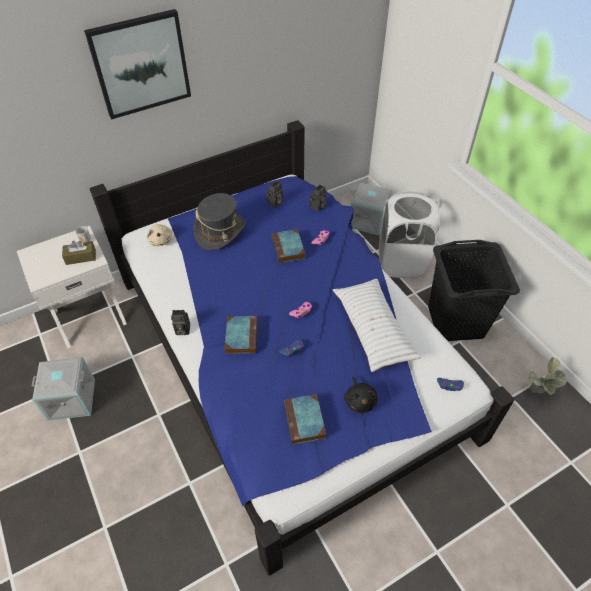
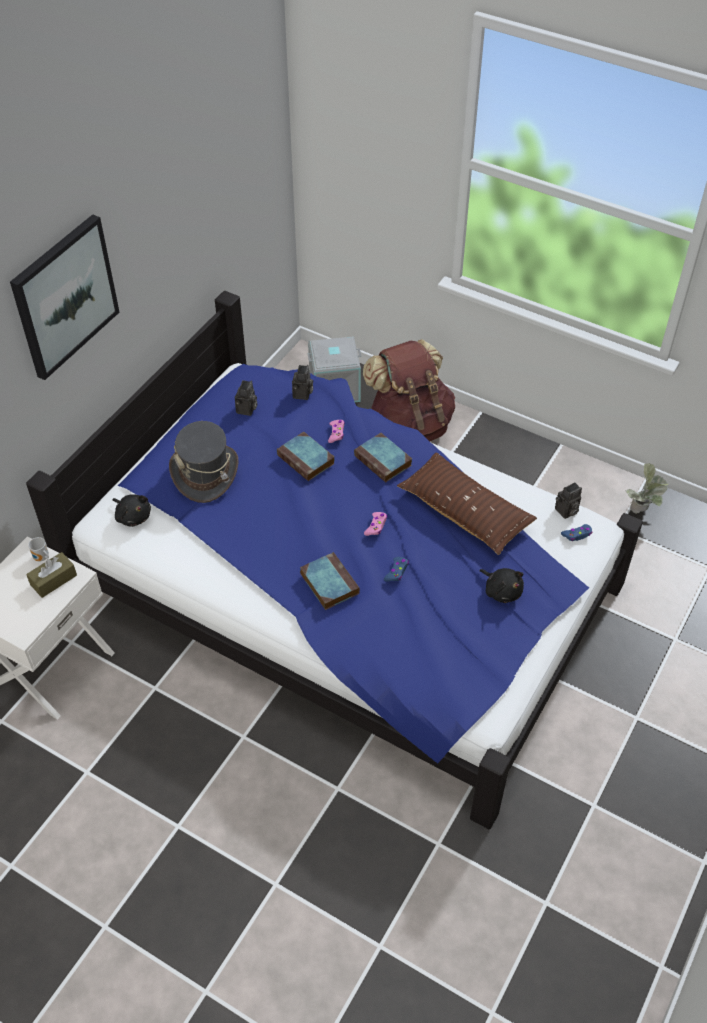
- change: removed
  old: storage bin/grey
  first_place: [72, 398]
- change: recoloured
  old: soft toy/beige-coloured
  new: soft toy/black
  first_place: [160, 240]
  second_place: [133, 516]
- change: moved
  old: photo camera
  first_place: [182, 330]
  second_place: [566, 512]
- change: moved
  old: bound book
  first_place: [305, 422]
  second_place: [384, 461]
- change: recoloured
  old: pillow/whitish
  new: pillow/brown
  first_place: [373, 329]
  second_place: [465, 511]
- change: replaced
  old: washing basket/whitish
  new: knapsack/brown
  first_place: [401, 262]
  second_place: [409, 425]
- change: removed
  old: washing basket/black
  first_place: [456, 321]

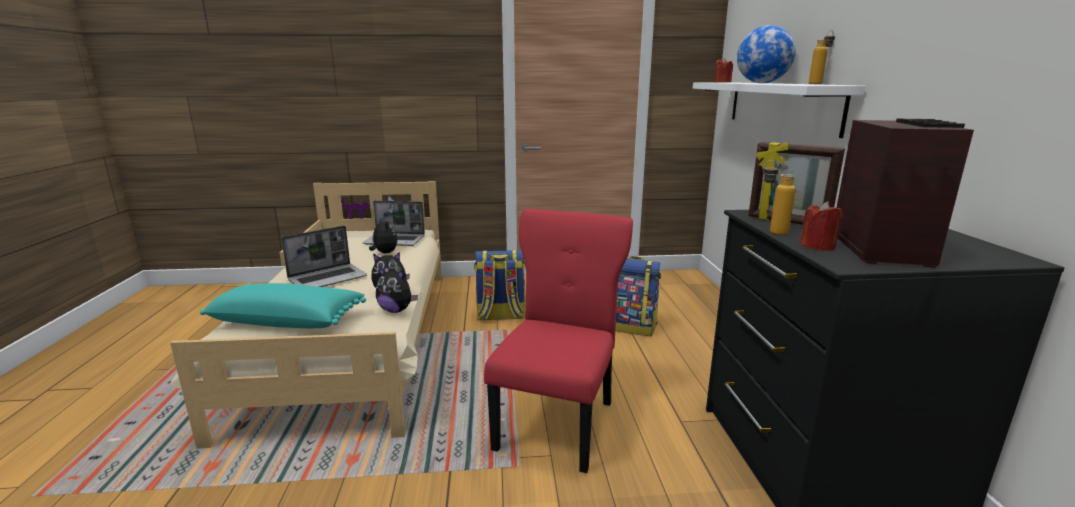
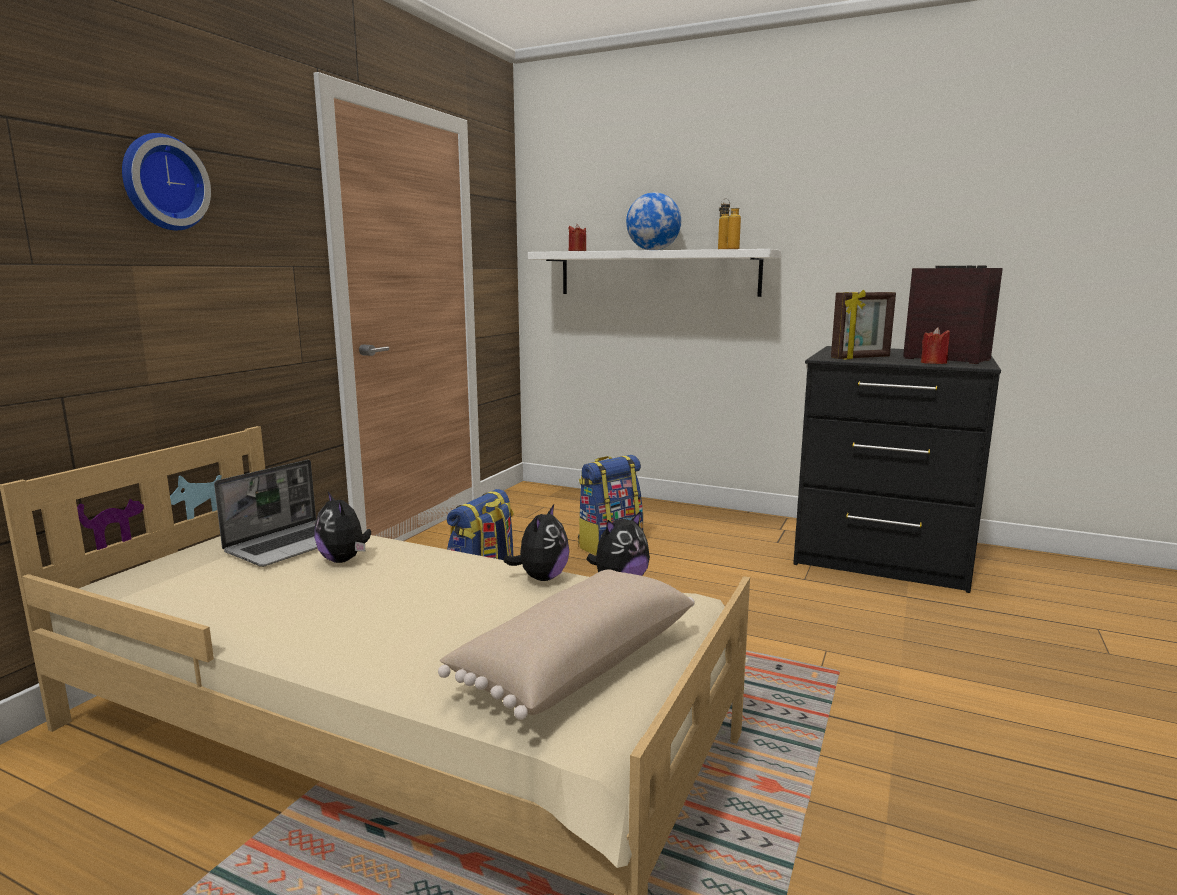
- change: recoloured
  old: pillow/turquoise
  new: pillow/beige-coloured
  first_place: [289, 321]
  second_place: [575, 662]
- change: removed
  old: portable computer
  first_place: [328, 278]
- change: turned
  old: soft toy
  first_place: [384, 253]
  second_place: [344, 560]
  degrees: -120
- change: removed
  old: plain chair/red
  first_place: [558, 422]
- change: moved
  old: drink bottle
  first_place: [771, 231]
  second_place: [728, 249]
- change: added
  new: wall clock
  second_place: [162, 183]

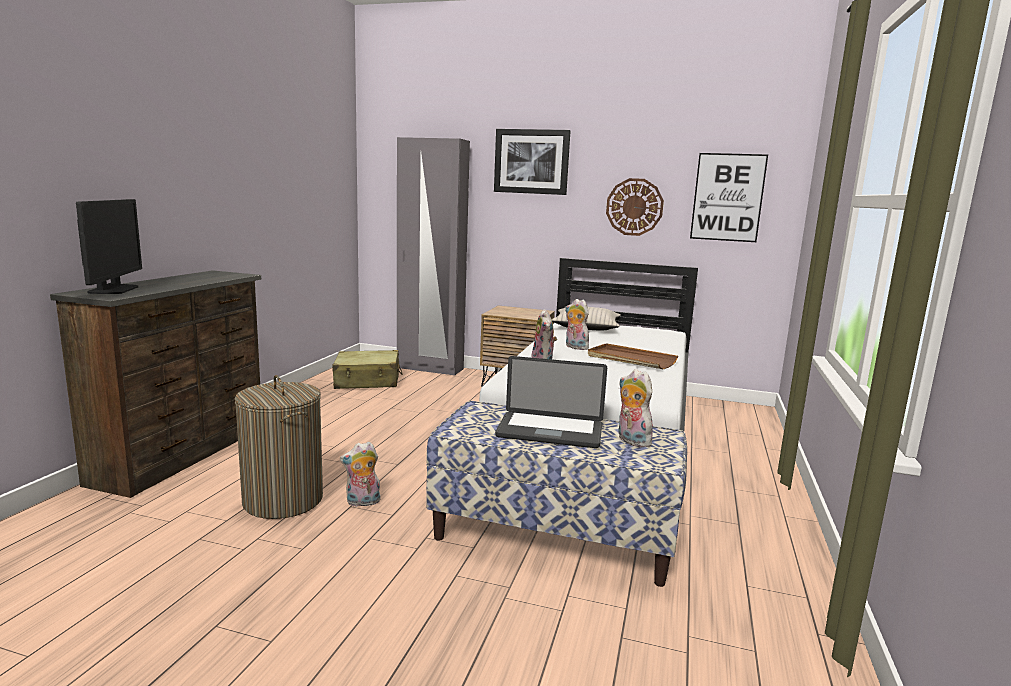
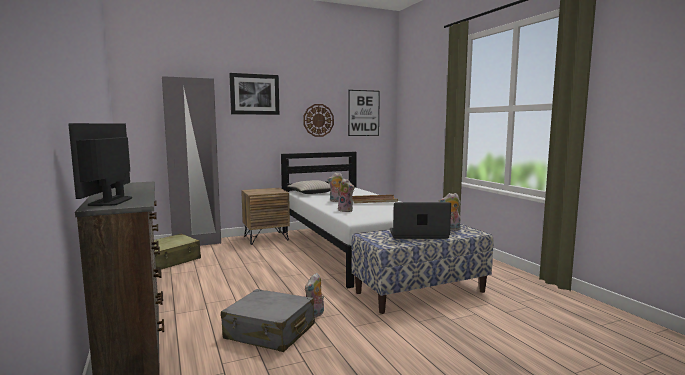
- change: turned
  old: monitor
  first_place: [113, 290]
  second_place: [111, 201]
  degrees: -135
- change: replaced
  old: washing basket
  new: travel case/grey
  first_place: [283, 500]
  second_place: [270, 332]
- change: turned
  old: portable computer
  first_place: [550, 431]
  second_place: [418, 234]
  degrees: -150

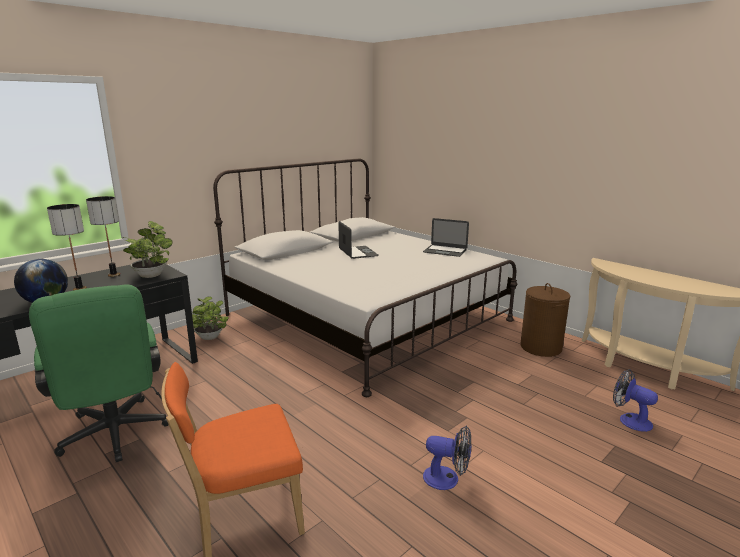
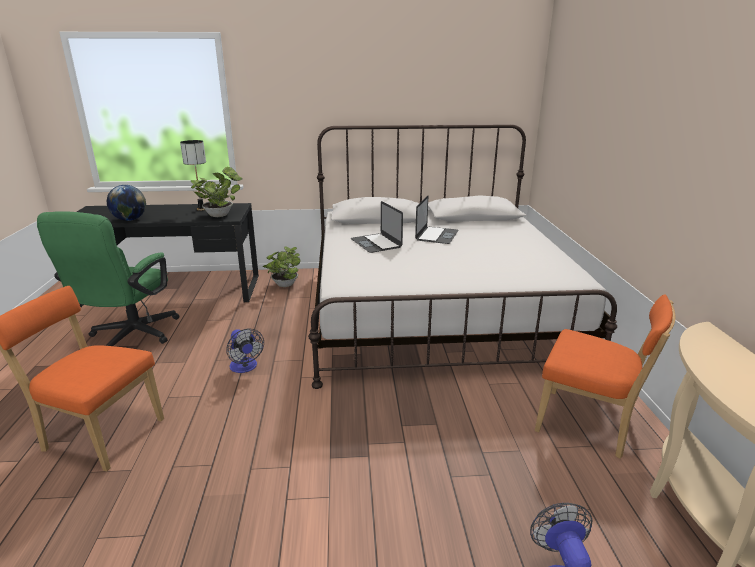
- change: removed
  old: table lamp
  first_place: [79, 289]
- change: moved
  old: portable computer
  first_place: [445, 251]
  second_place: [376, 243]
- change: moved
  old: fan
  first_place: [447, 479]
  second_place: [245, 367]
- change: replaced
  old: washing basket/brown
  new: plain chair/orange-coloured
  first_place: [541, 347]
  second_place: [588, 425]

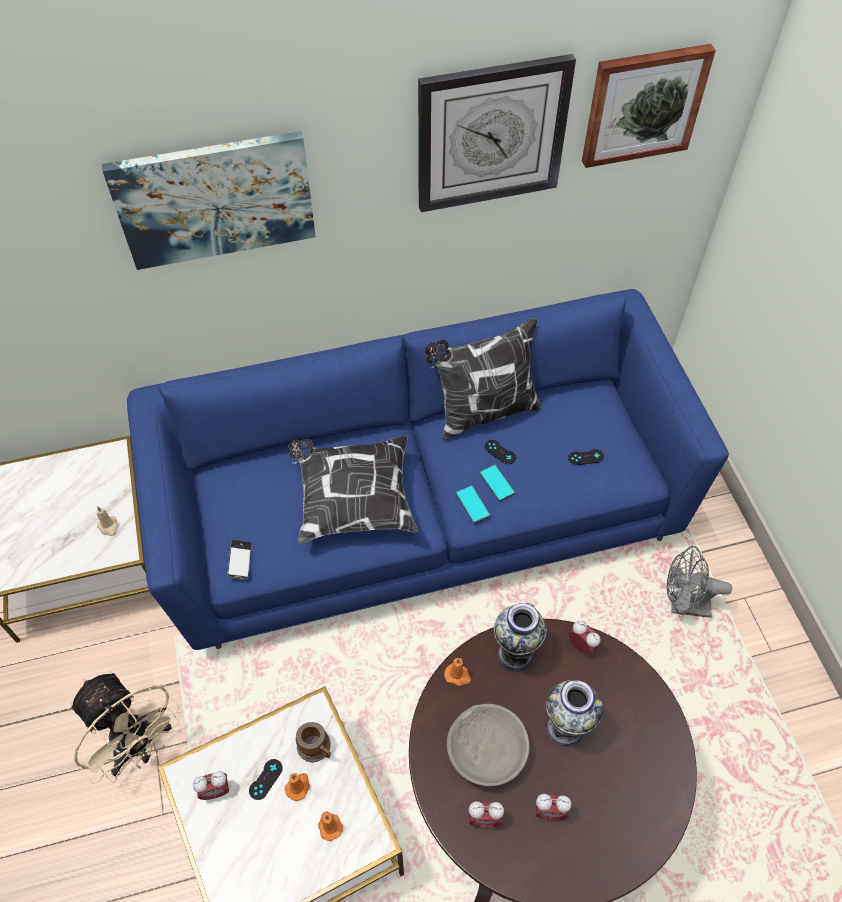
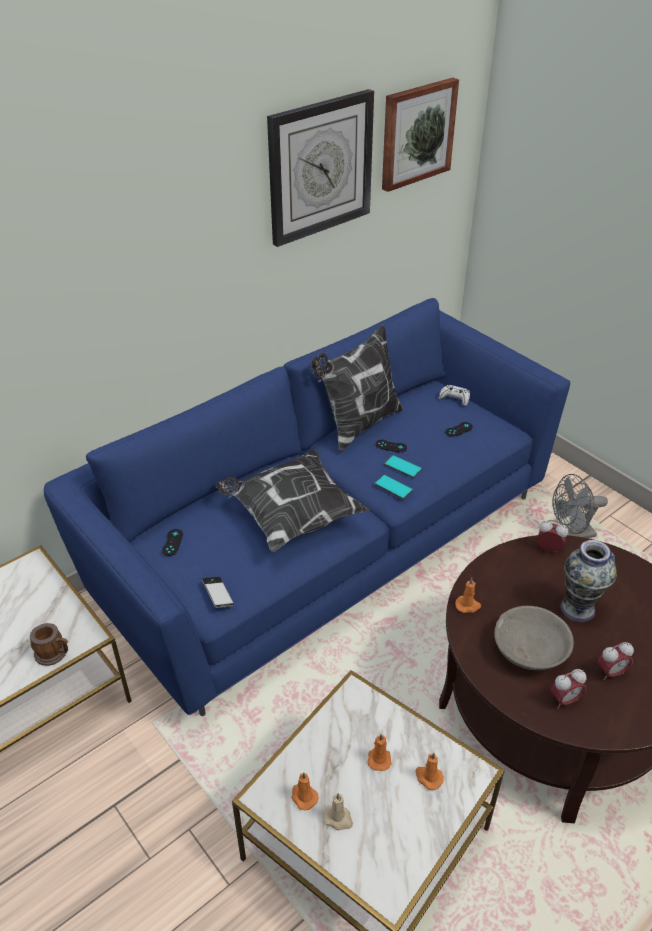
- change: removed
  old: fan/beige-coloured
  first_place: [139, 746]
- change: moved
  old: wax light/beige-coloured
  first_place: [109, 527]
  second_place: [338, 818]
- change: removed
  old: wall art
  first_place: [215, 199]
- change: replaced
  old: table clock
  new: wax light/orange-coloured
  first_place: [215, 791]
  second_place: [303, 796]
- change: moved
  old: gamepad/black
  first_place: [266, 779]
  second_place: [172, 542]
- change: moved
  old: coffee mug
  first_place: [317, 748]
  second_place: [54, 653]
- change: removed
  old: flower vase
  first_place: [515, 654]
- change: added
  new: gamepad/whitish
  second_place: [454, 398]

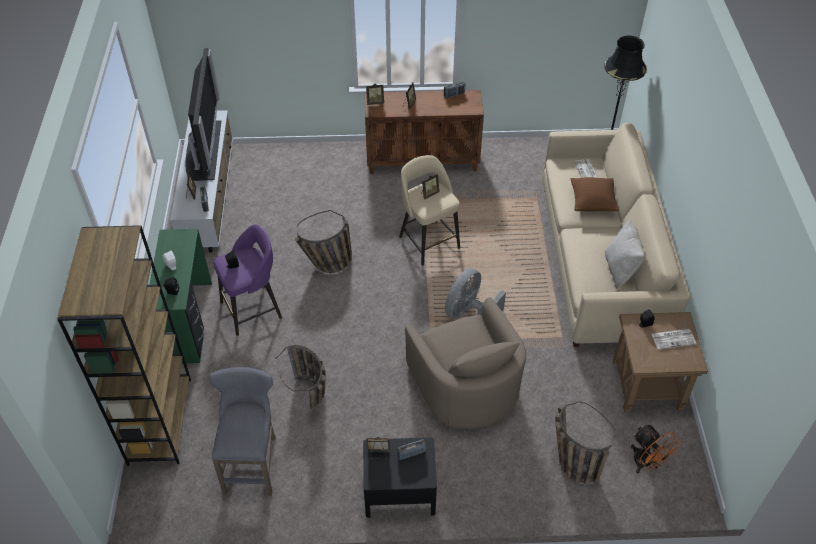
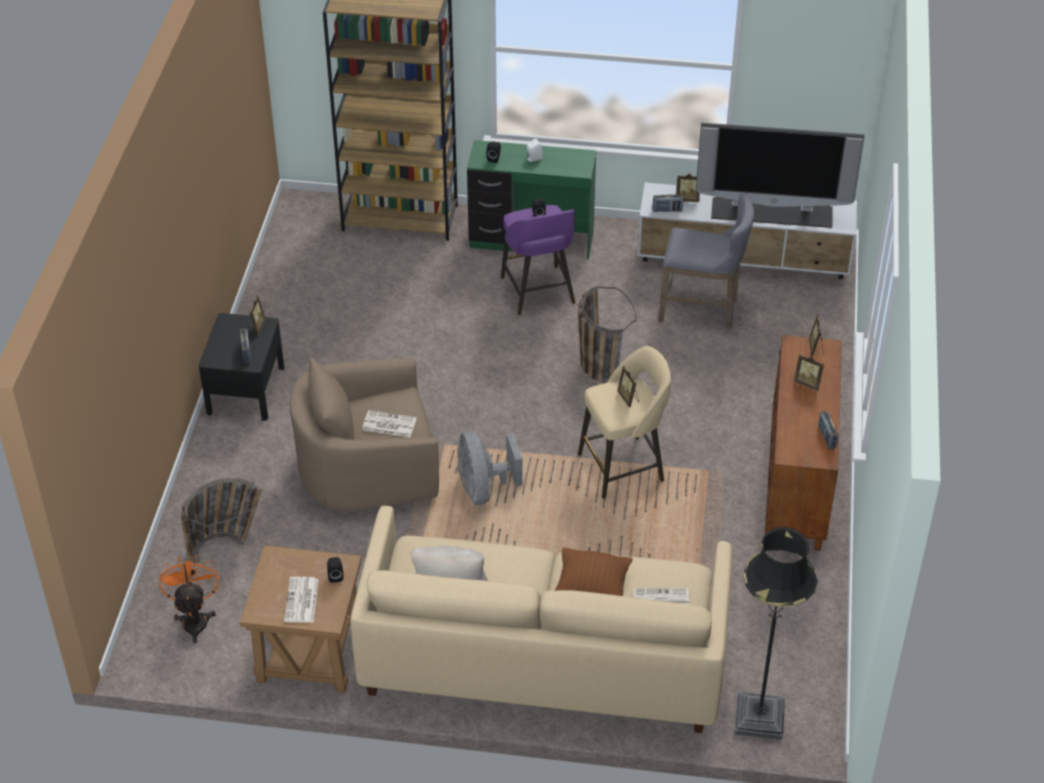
- change: moved
  old: stool seat/grey
  first_place: [253, 461]
  second_place: [702, 310]
- change: removed
  old: basket
  first_place: [312, 398]
- change: turned
  old: fan/grey
  first_place: [468, 312]
  second_place: [484, 489]
  degrees: -150
- change: turned
  old: fan/orange-coloured
  first_place: [646, 463]
  second_place: [195, 618]
  degrees: 105
- change: added
  new: daily paper
  second_place: [388, 424]

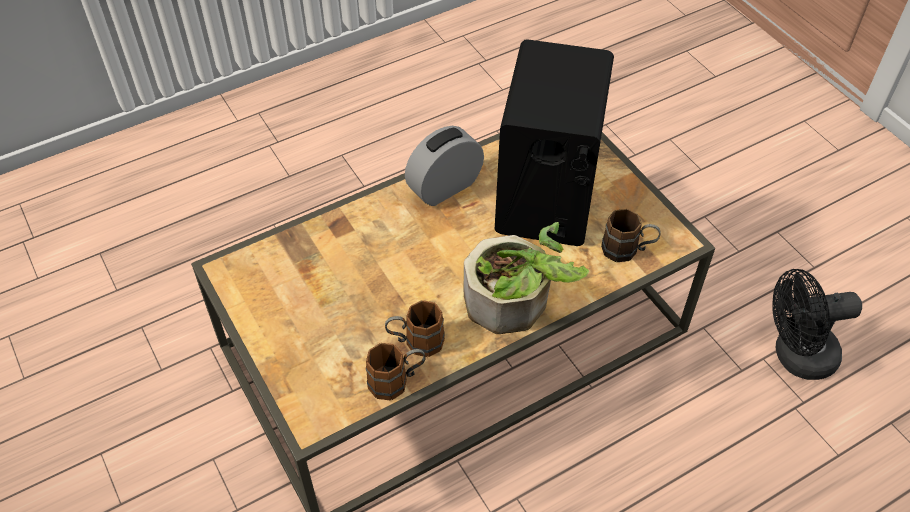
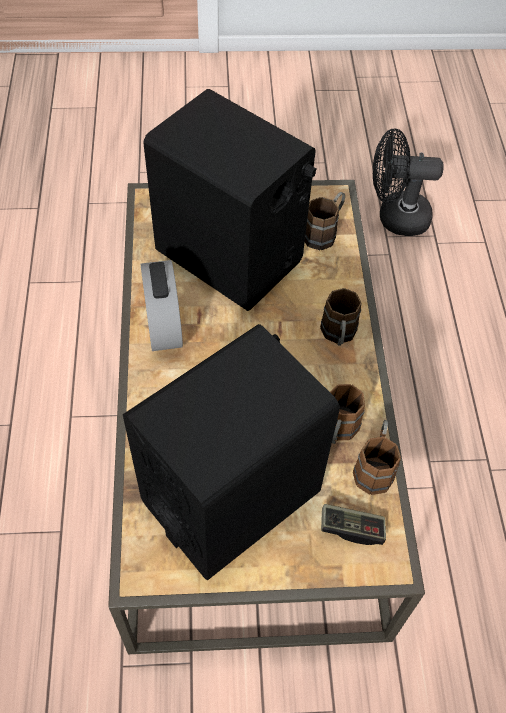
- change: replaced
  old: potted plant
  new: coffee mug/brown
  first_place: [516, 305]
  second_place: [338, 336]
- change: turned
  old: fan/black
  first_place: [795, 356]
  second_place: [395, 217]
  degrees: 75
- change: added
  new: audio speaker/black
  second_place: [231, 496]
- change: added
  new: gamepad
  second_place: [351, 528]

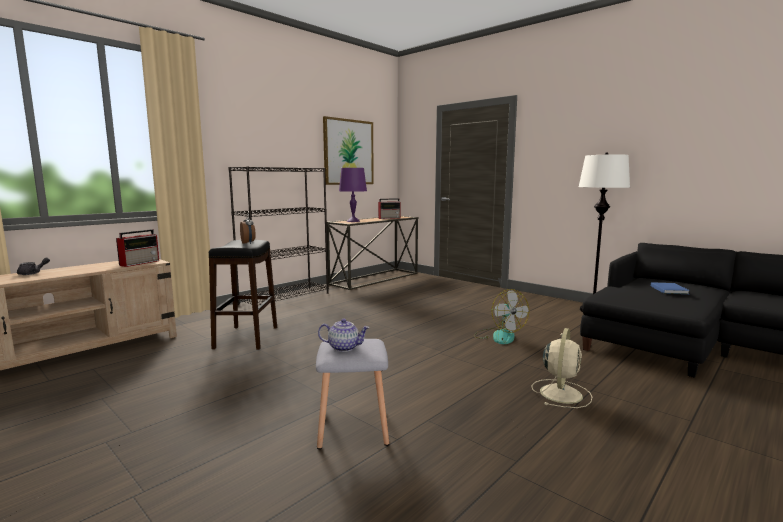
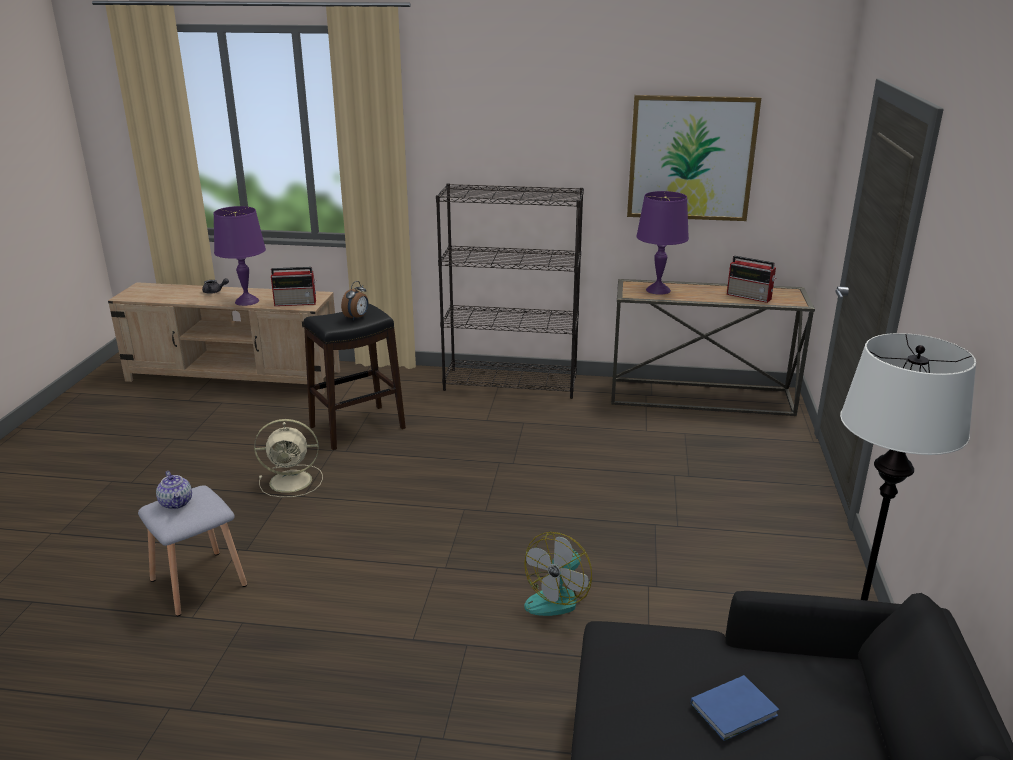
- change: moved
  old: fan/beige-coloured
  first_place: [561, 393]
  second_place: [293, 481]
- change: added
  new: table lamp/purple
  second_place: [246, 301]

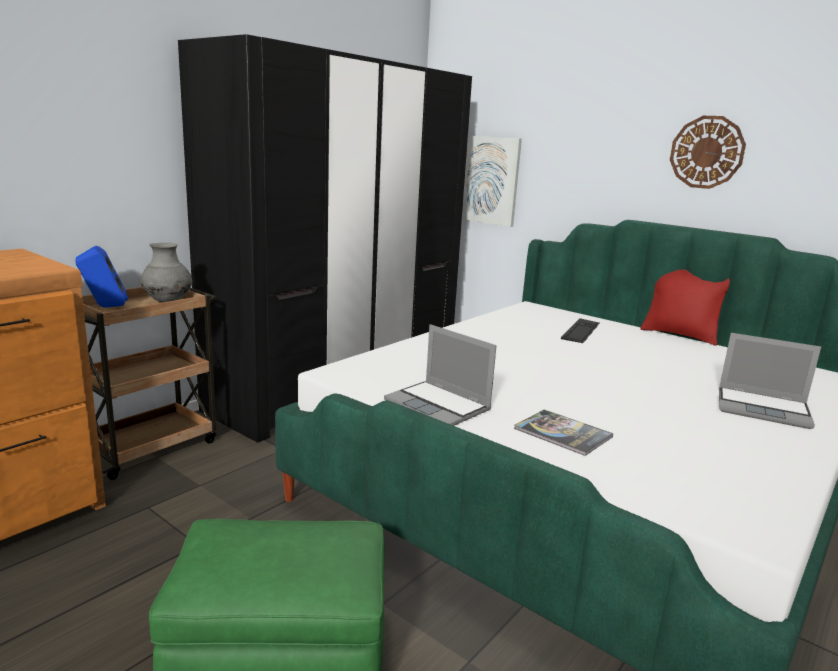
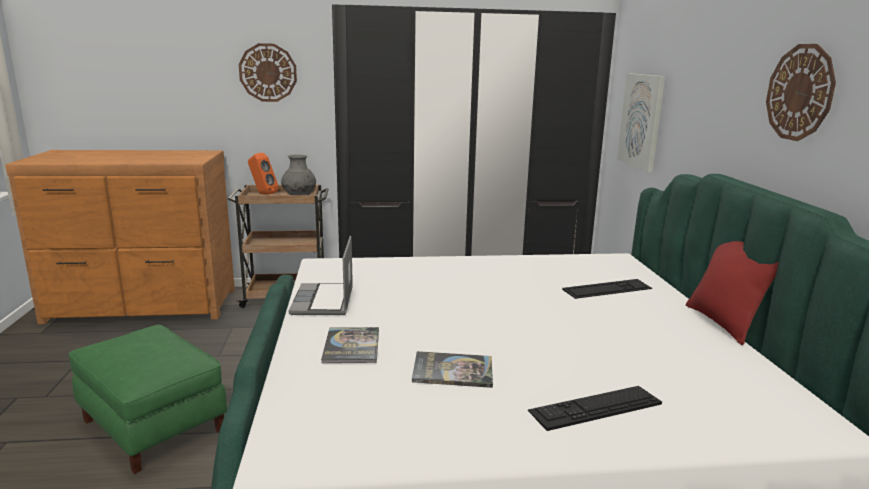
- change: recoloured
  old: audio speaker/blue
  new: audio speaker/orange-coloured
  first_place: [104, 307]
  second_place: [262, 194]
- change: replaced
  old: portable computer
  new: PC keyboard
  first_place: [763, 409]
  second_place: [595, 407]
- change: added
  new: wall clock
  second_place: [268, 72]
- change: added
  new: bound book
  second_place: [452, 370]

